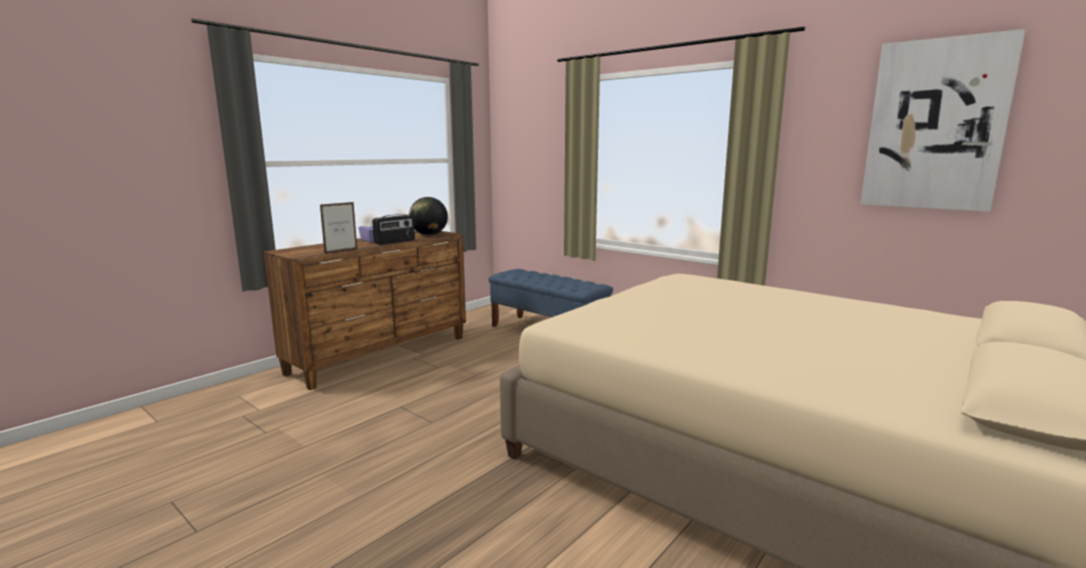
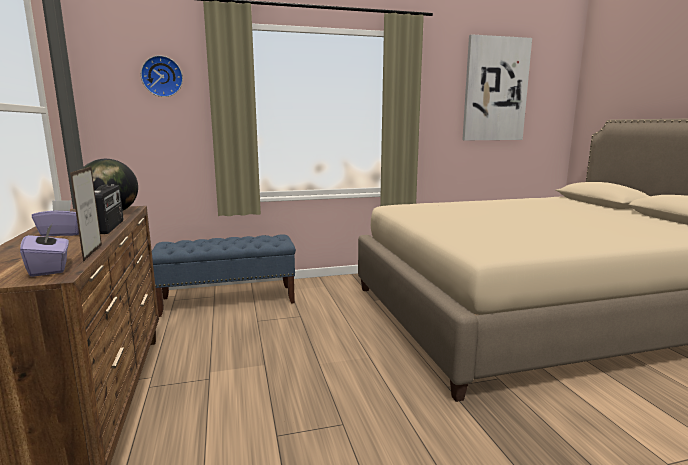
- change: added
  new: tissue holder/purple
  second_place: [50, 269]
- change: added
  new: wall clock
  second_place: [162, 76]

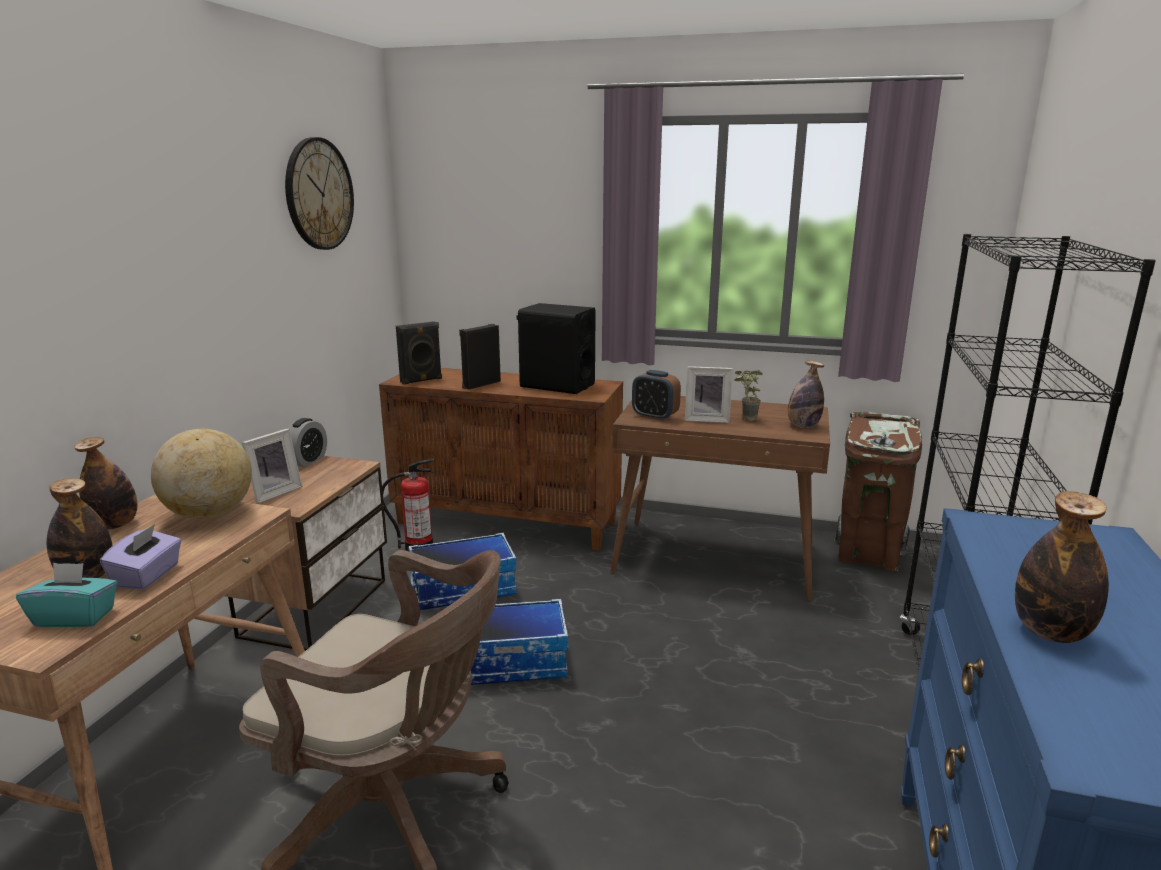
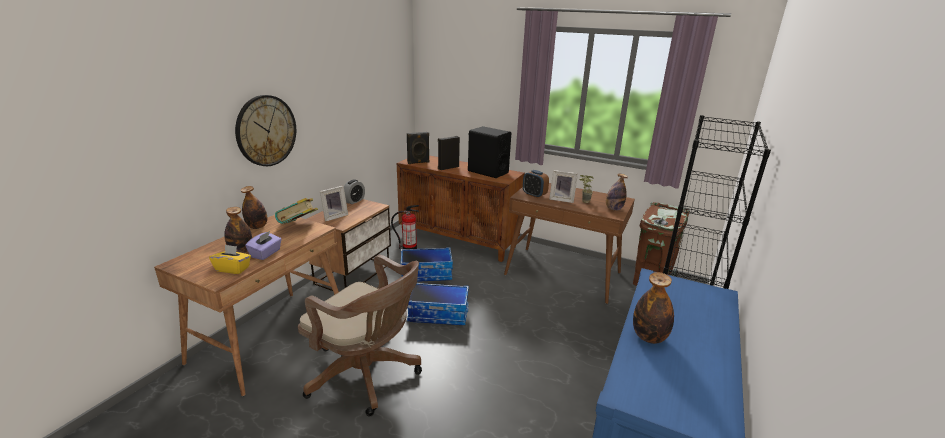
- change: recoloured
  old: tissue holder/turquoise
  new: tissue holder/yellow
  first_place: [75, 617]
  second_place: [233, 269]
- change: replaced
  old: world globe
  new: bound book
  first_place: [210, 514]
  second_place: [299, 226]
- change: moved
  old: wall clock
  first_place: [319, 194]
  second_place: [266, 131]

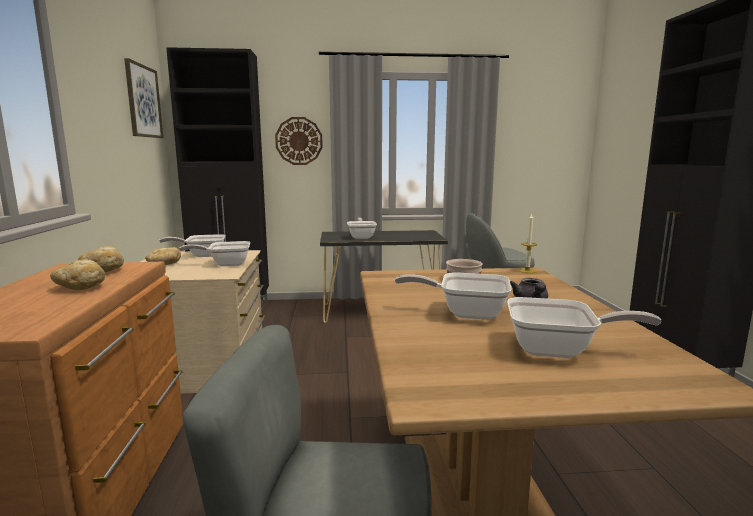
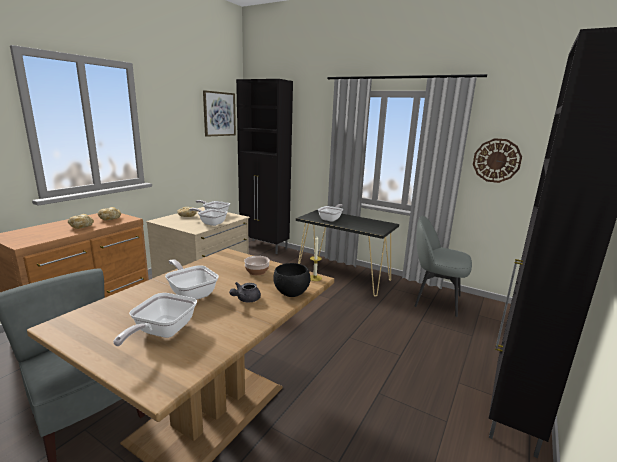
- change: moved
  old: wall clock
  first_place: [299, 141]
  second_place: [496, 160]
- change: turned
  old: pan
  first_place: [559, 350]
  second_place: [161, 333]
  degrees: 60
- change: added
  new: bowl/black
  second_place: [291, 293]

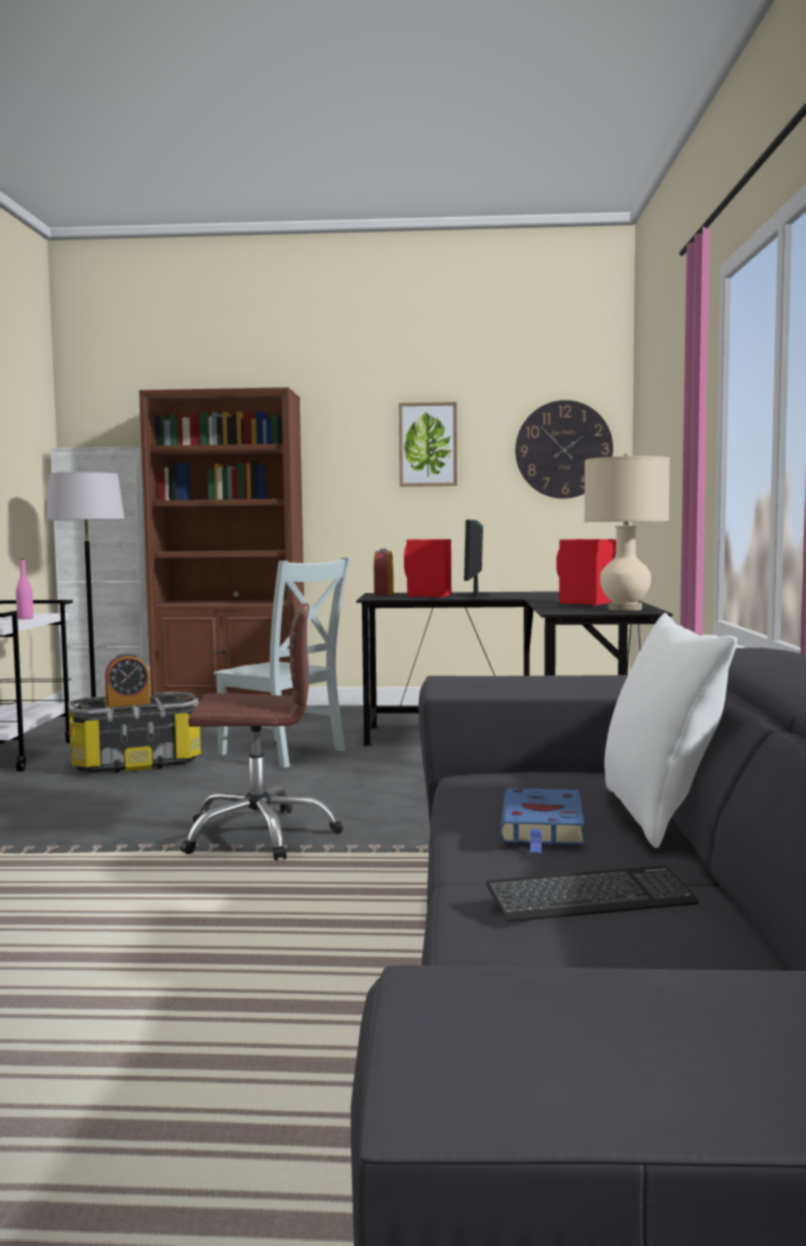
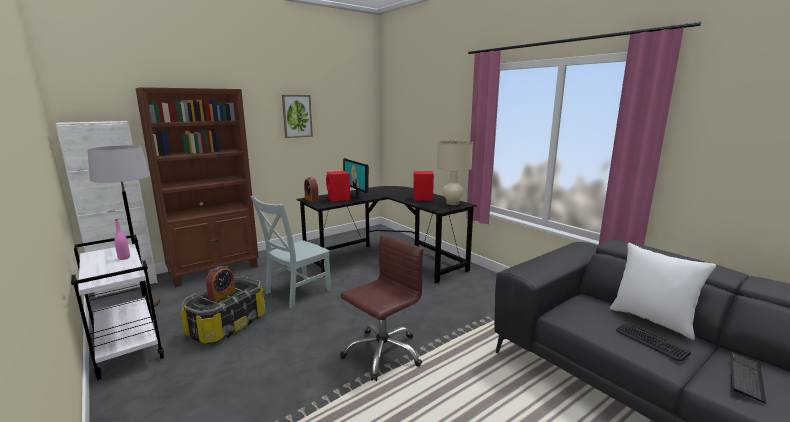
- change: turned
  old: plain chair/grey
  first_place: [285, 753]
  second_place: [295, 292]
  degrees: 135
- change: replaced
  old: bound book/blue
  new: PC keyboard
  first_place: [543, 826]
  second_place: [650, 341]
- change: removed
  old: wall clock
  first_place: [563, 449]

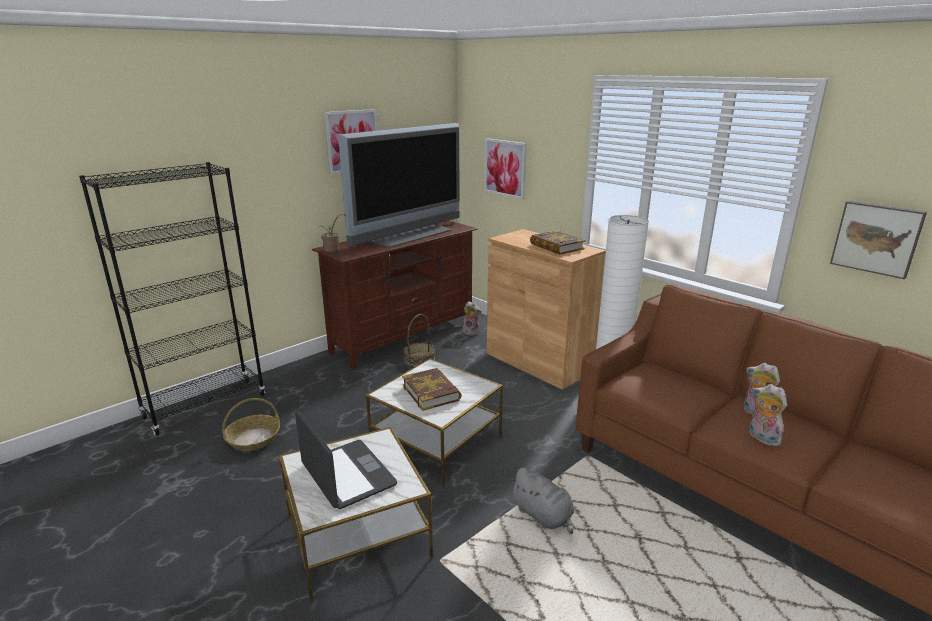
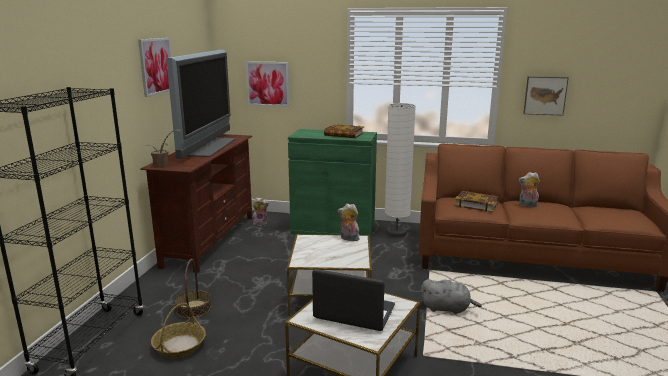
- change: moved
  old: bound book
  first_place: [431, 392]
  second_place: [476, 204]
- change: moved
  old: basket
  first_place: [419, 359]
  second_place: [193, 309]
- change: recoloured
  old: cupboard/brown
  new: cupboard/green-coloured
  first_place: [538, 362]
  second_place: [333, 229]
- change: moved
  old: soft toy
  first_place: [761, 438]
  second_place: [348, 239]

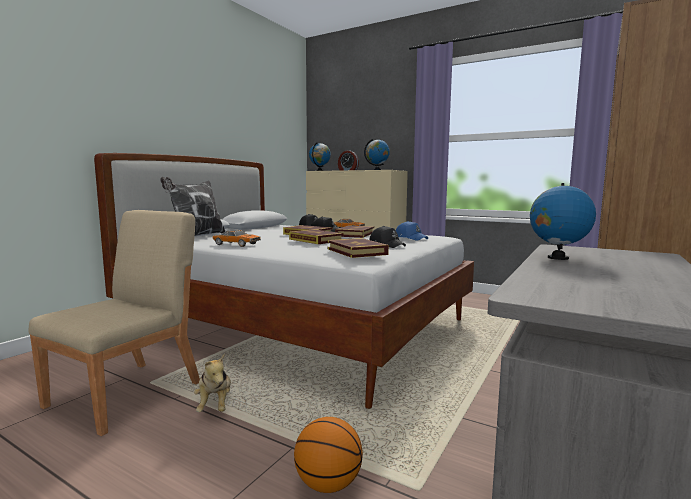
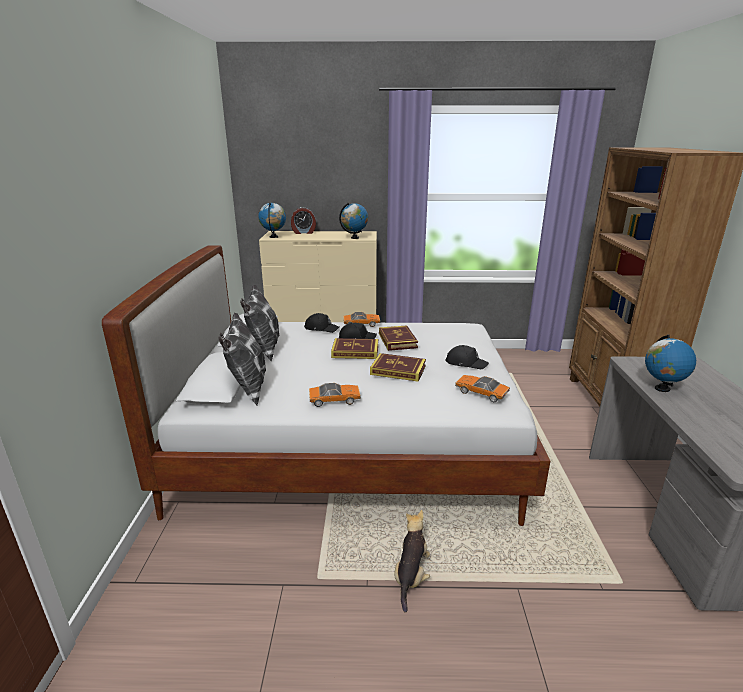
- change: removed
  old: plain chair/beige-coloured
  first_place: [128, 394]
- change: turned
  old: soft toy
  first_place: [215, 405]
  second_place: [411, 576]
  degrees: -120
- change: removed
  old: basketball ball
  first_place: [328, 484]
- change: replaced
  old: bound book
  new: miniature car
  first_place: [356, 251]
  second_place: [481, 393]
- change: removed
  old: baseball cap/blue
  first_place: [410, 238]
- change: added
  new: pillow
  second_place: [264, 349]

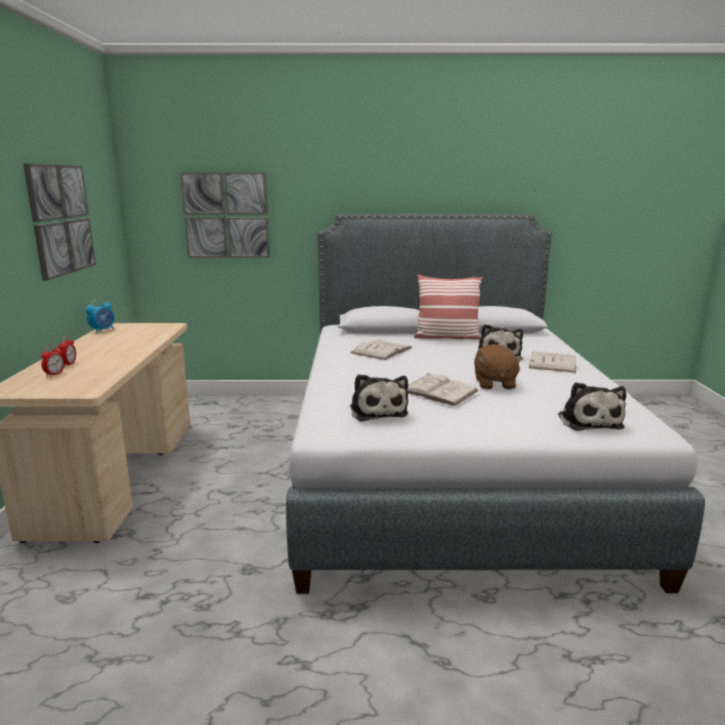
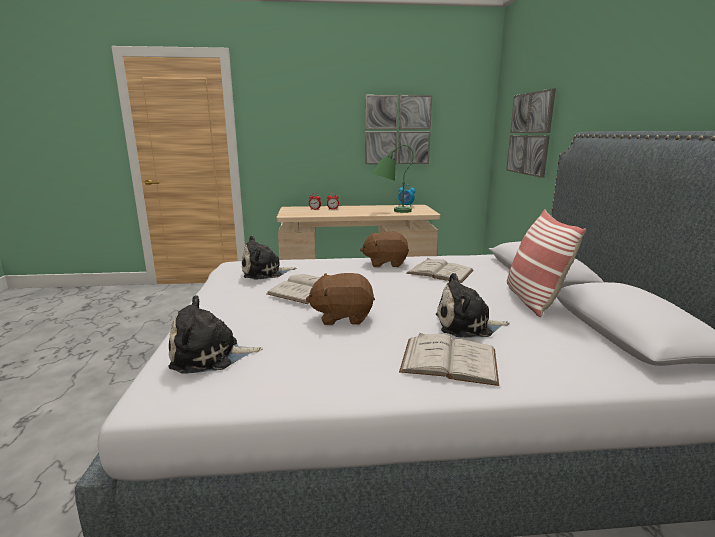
- change: added
  new: soft toy/brown
  second_place: [385, 263]
- change: added
  new: table lamp/green-coloured
  second_place: [390, 211]

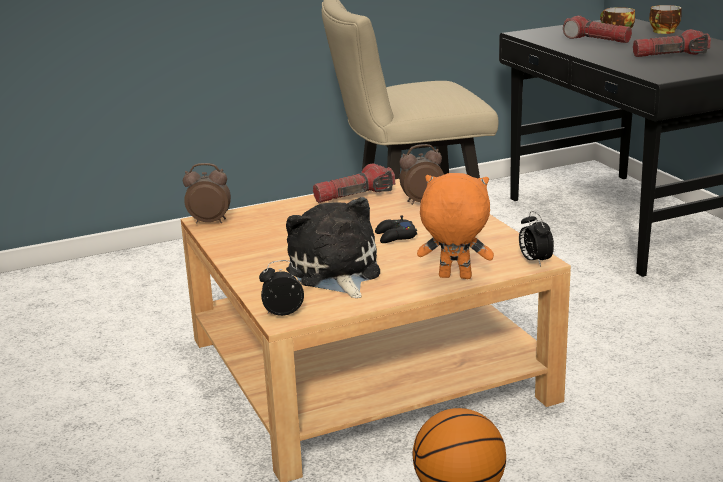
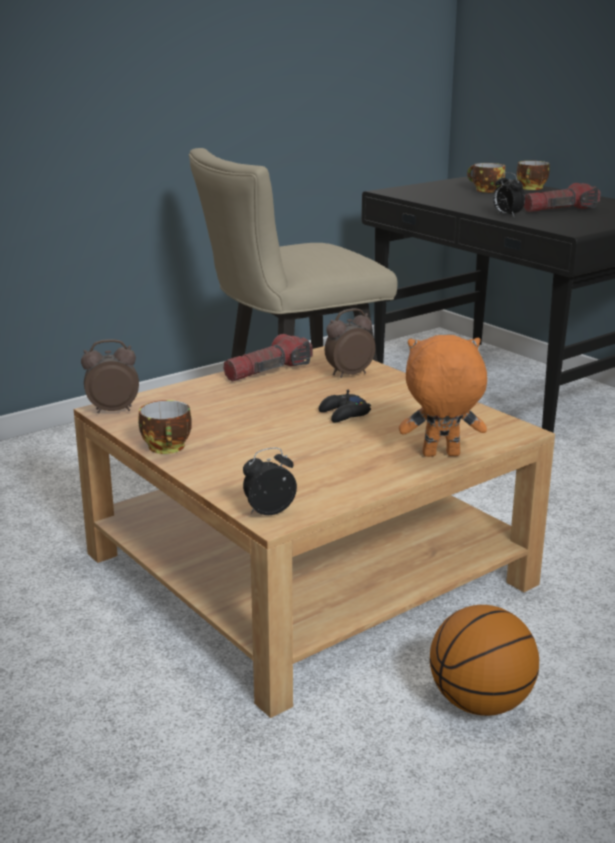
- change: removed
  old: soft toy
  first_place: [335, 272]
- change: moved
  old: table clock
  first_place: [534, 261]
  second_place: [506, 215]
- change: removed
  old: flashlight
  first_place: [596, 40]
- change: added
  new: drinking cup
  second_place: [168, 448]

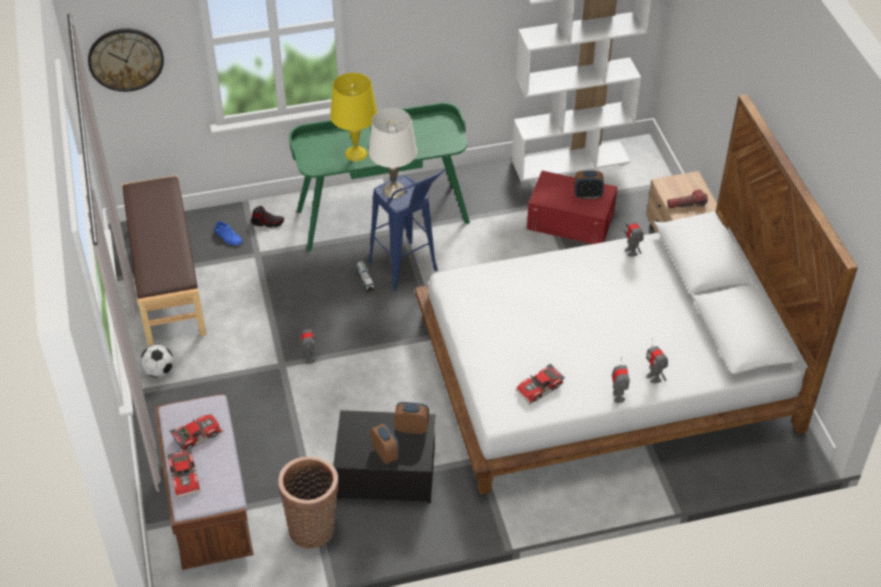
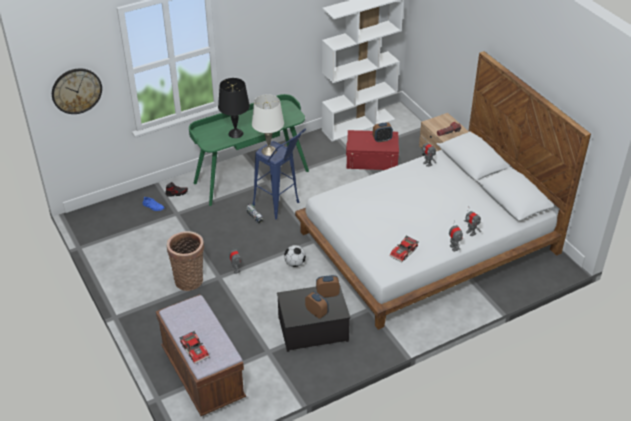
- change: removed
  old: indoor bench/brown
  first_place: [166, 280]
- change: moved
  old: ball for football
  first_place: [159, 371]
  second_place: [295, 263]
- change: removed
  old: miniature car
  first_place: [196, 434]
- change: moved
  old: basket
  first_place: [313, 526]
  second_place: [189, 279]
- change: recoloured
  old: table lamp/yellow
  new: table lamp/black
  first_place: [356, 153]
  second_place: [235, 133]

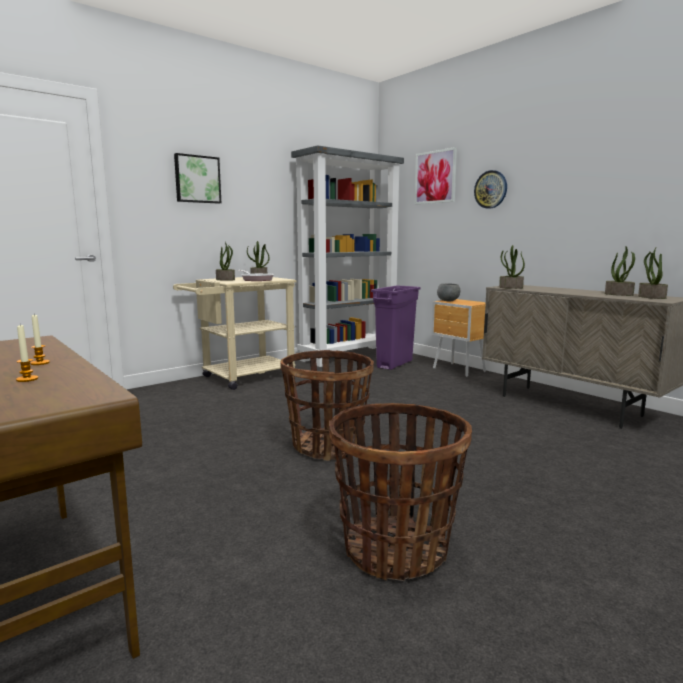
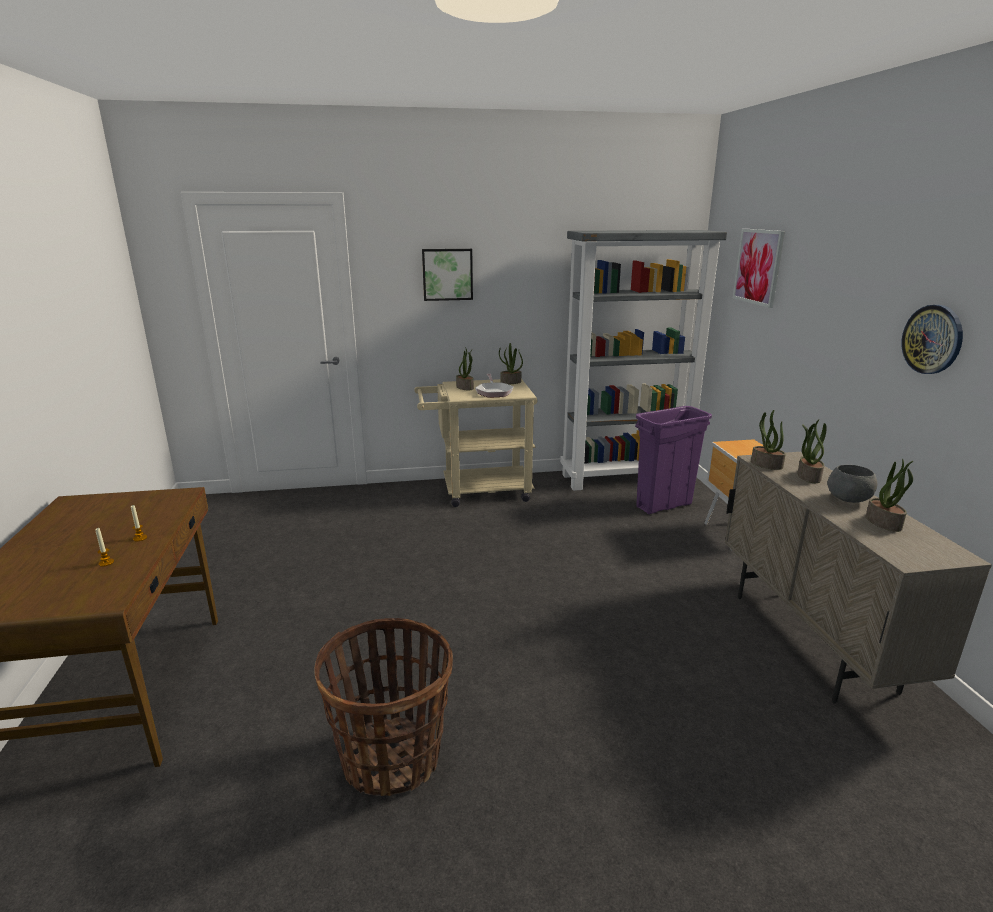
- change: removed
  old: basket
  first_place: [327, 447]
- change: moved
  old: bowl/grey
  first_place: [448, 301]
  second_place: [848, 500]
- change: moved
  old: wall clock
  first_place: [491, 189]
  second_place: [932, 339]
- change: moved
  old: potted plant
  first_place: [651, 297]
  second_place: [808, 476]

